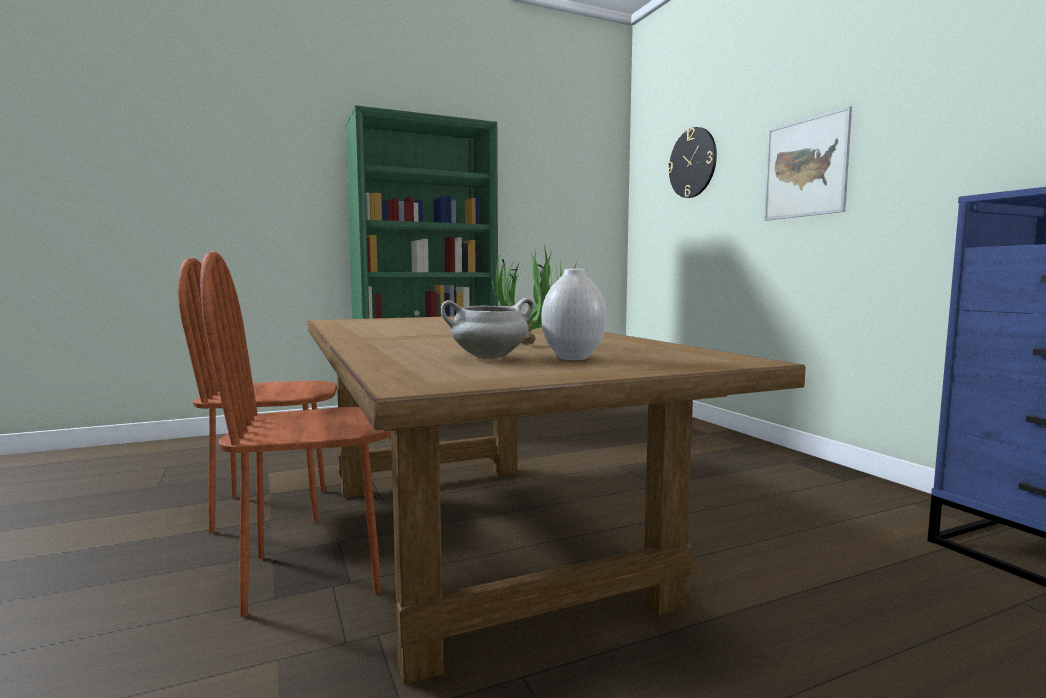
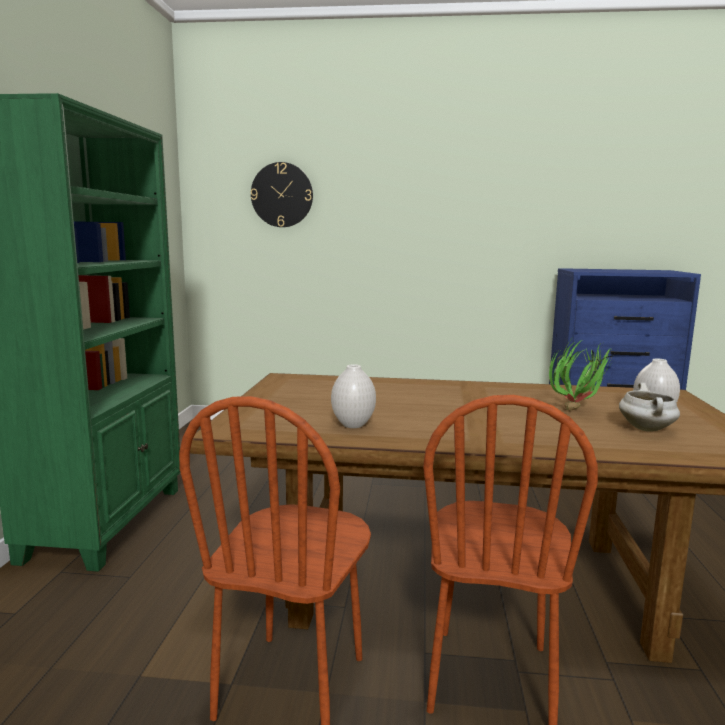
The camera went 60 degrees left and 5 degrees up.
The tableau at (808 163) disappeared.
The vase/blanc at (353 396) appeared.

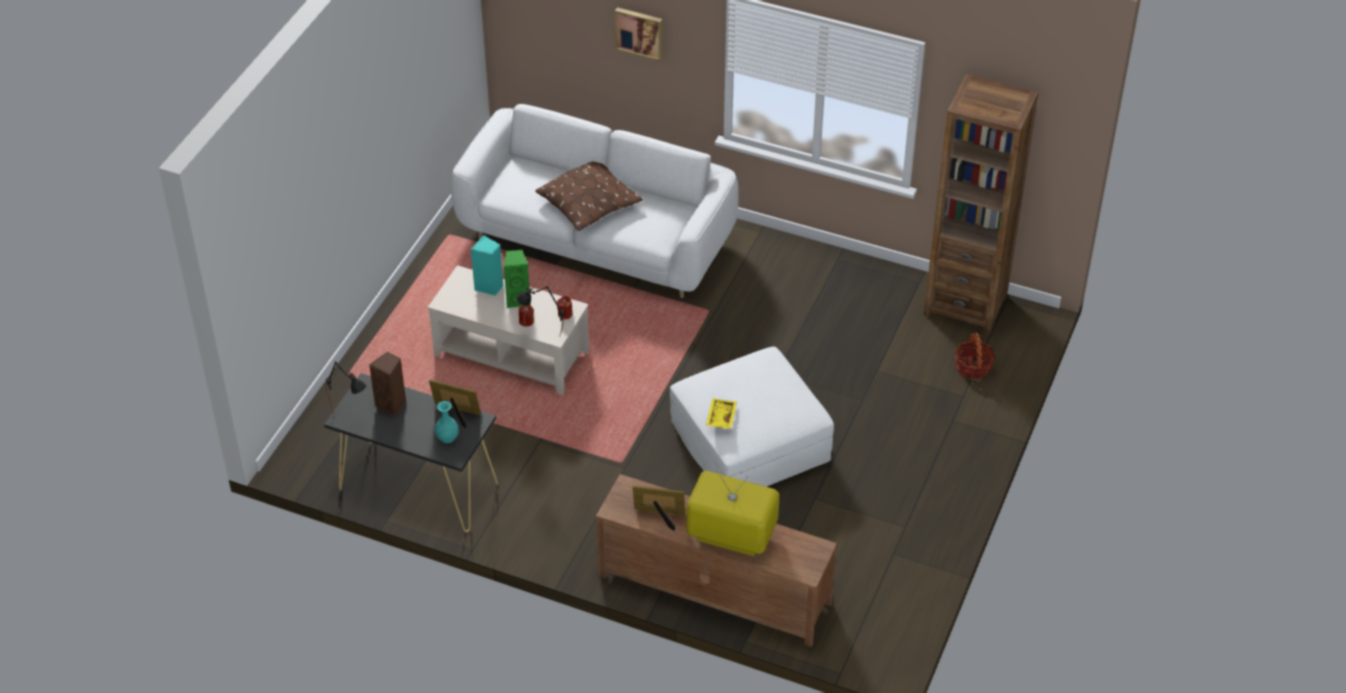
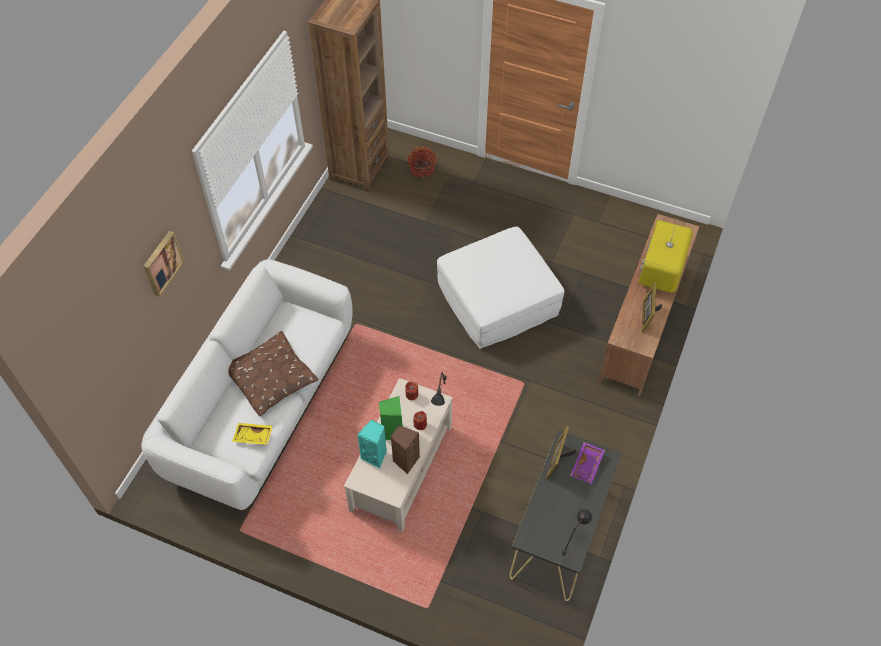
The camera went 90 degrees left and 10 degrees up.
The enceinte/marron moved from (387 384) to (405 450).
The plateau/jaune moved from (721 413) to (252 434).
The vase/turquoise at (447 422) was replaced by the plateau/violet at (587 463).

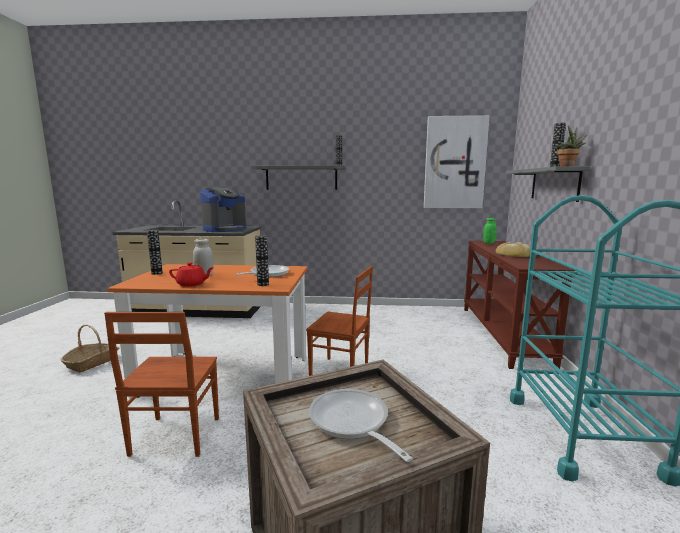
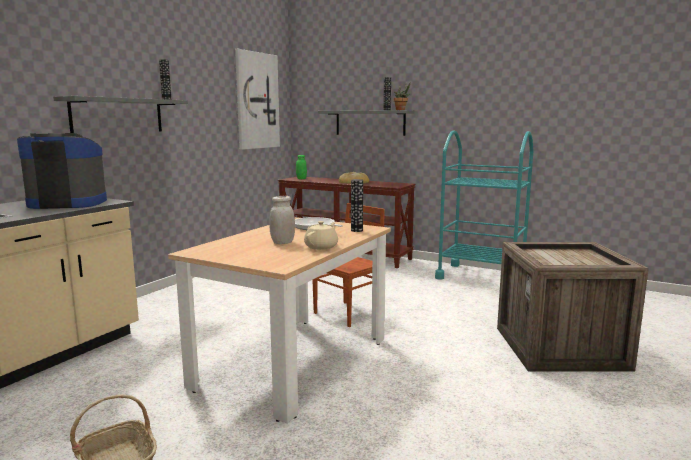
The camera went 65 degrees left and 0 degrees up.
The chaise/marron at (161 384) disappeared.
The vase at (155 252) disappeared.
The poêle at (361 425) disappeared.
The table à manger/orange at (207 331) became the table à manger/beige at (279 320).
The théière/rouge at (191 274) became the théière/beige at (321 235).
The machine à café at (223 210) turned 75 degrees counterclockwise.

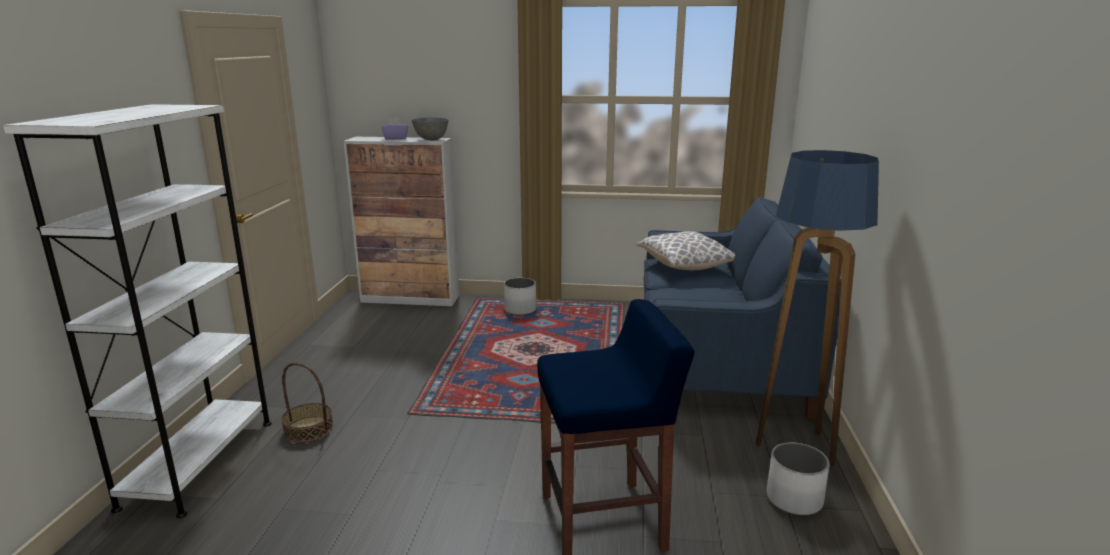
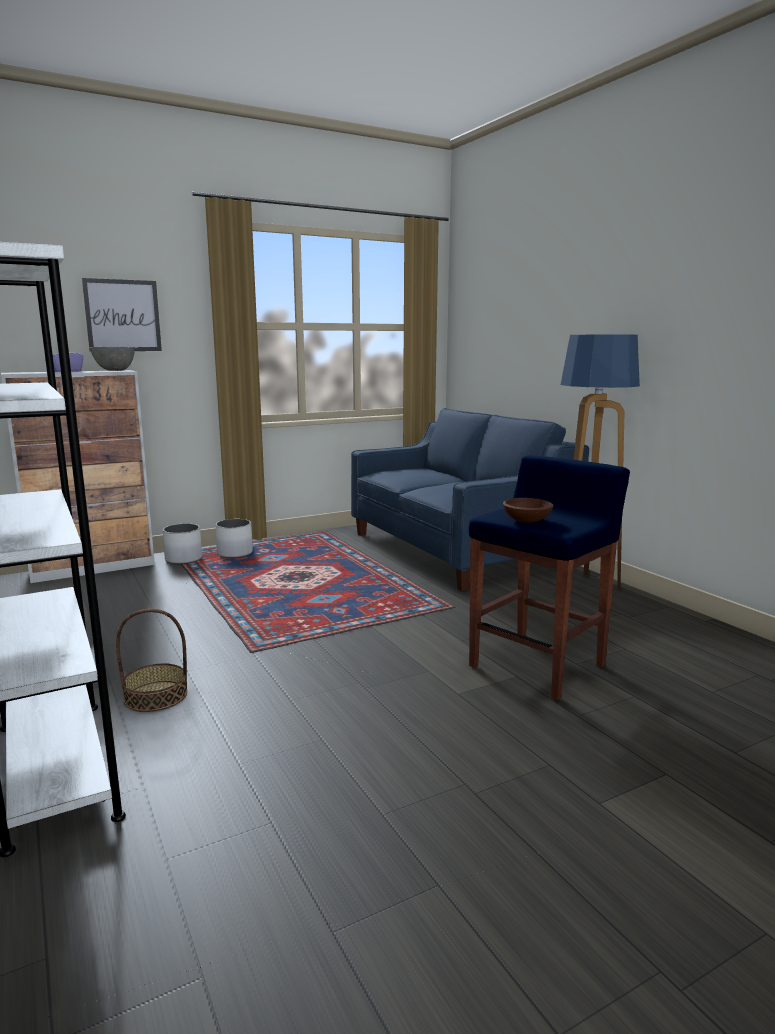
The camera went 35 degrees left and 5 degrees down.
The coussin at (685 250) disappeared.
The tableau at (122 314) appeared.
The bol/marron at (528 510) appeared.
The cache-pot/blanc moved from (798 479) to (182 544).

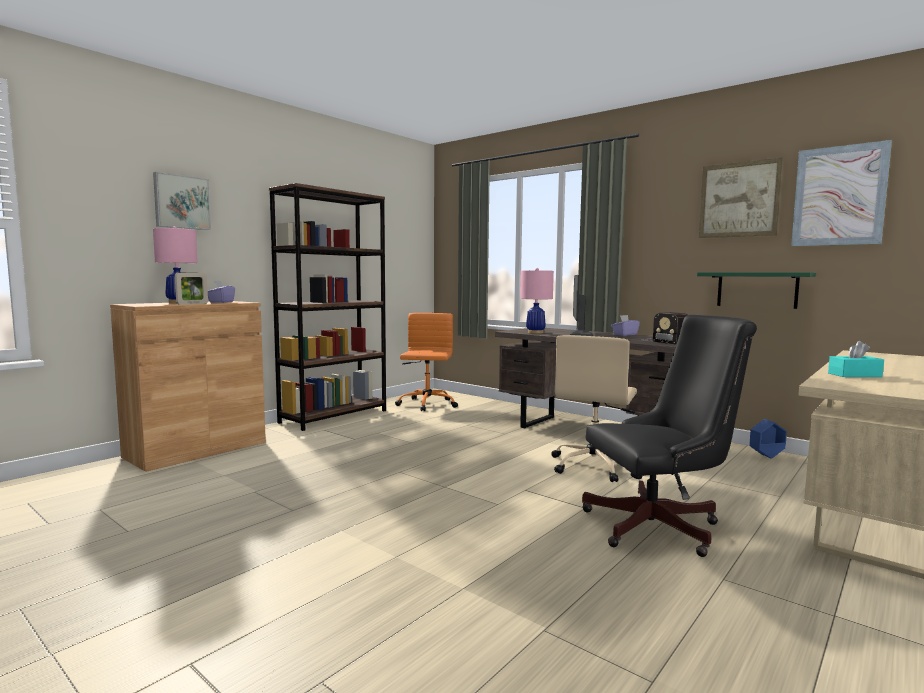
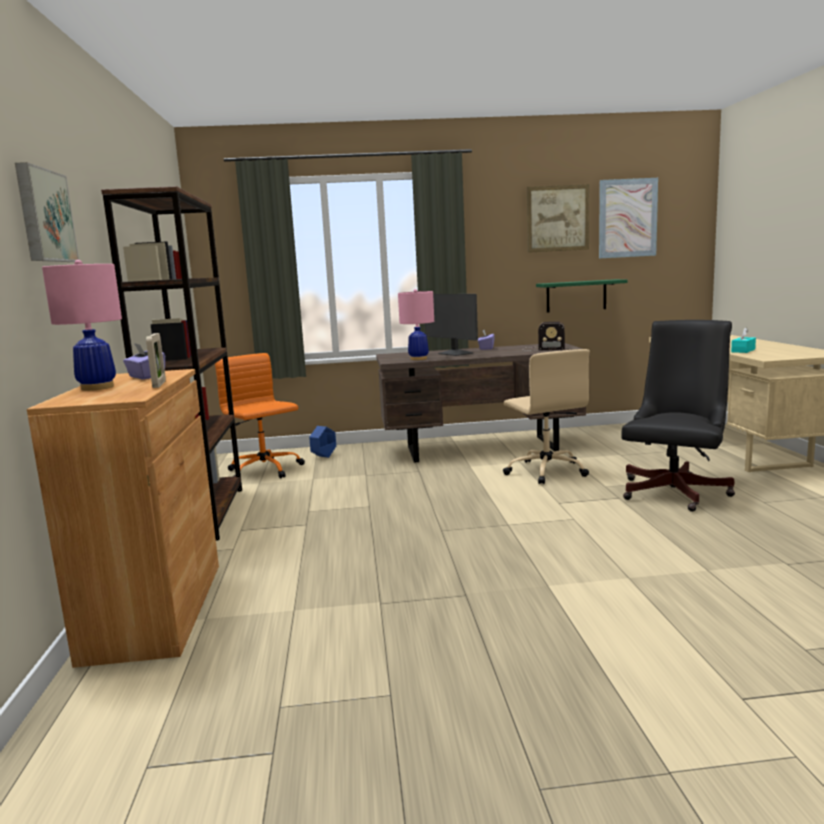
The camera went 45 degrees left and 5 degrees up.
The cache-pot/bleu moved from (768 439) to (322 442).

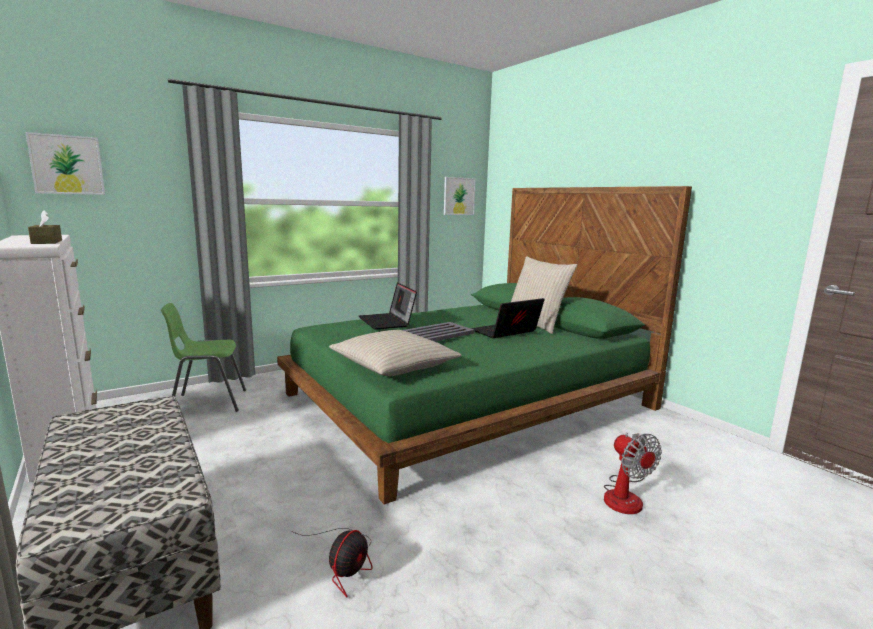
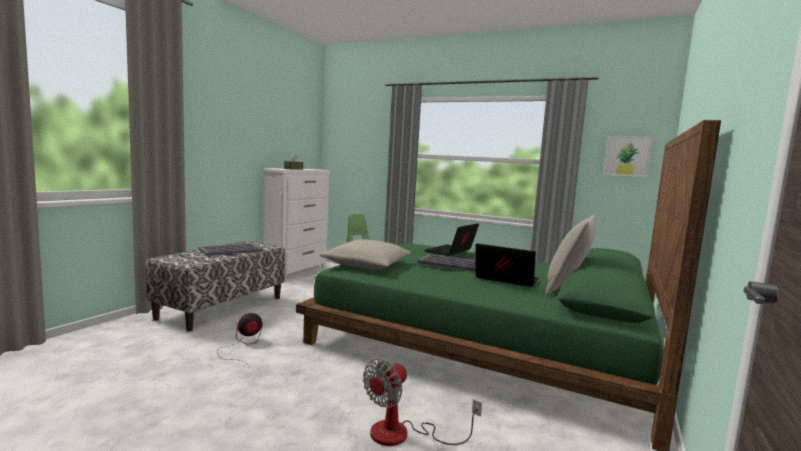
The camera went 60 degrees right and 5 degrees down.
The tableau at (65 163) disappeared.
The plateau/gris at (230 249) appeared.
The ventilateur at (332 563) turned 150 degrees clockwise.

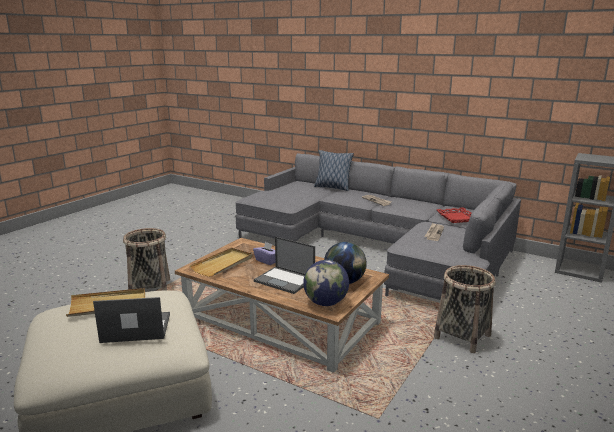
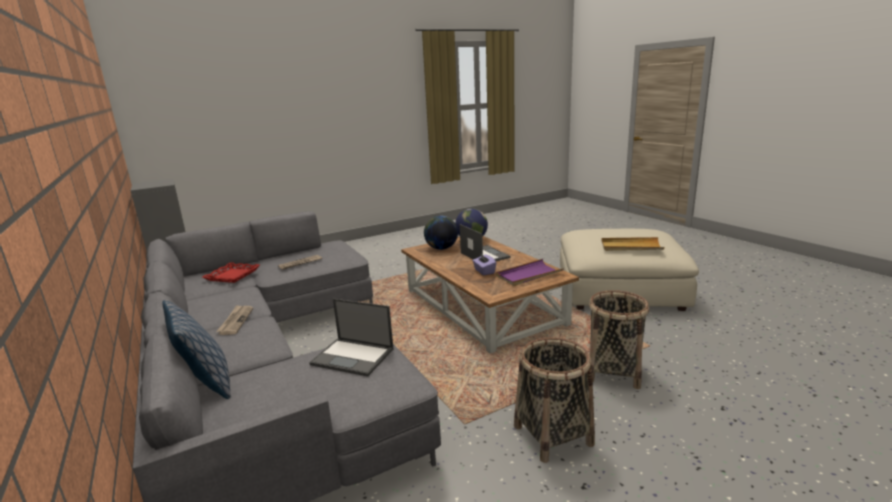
The camera went 150 degrees left and 0 degrees up.
The ordinateur portable moved from (131 320) to (351 338).
The panier moved from (464 309) to (554 400).
The plateau/beige at (221 262) became the plateau/violet at (530 272).

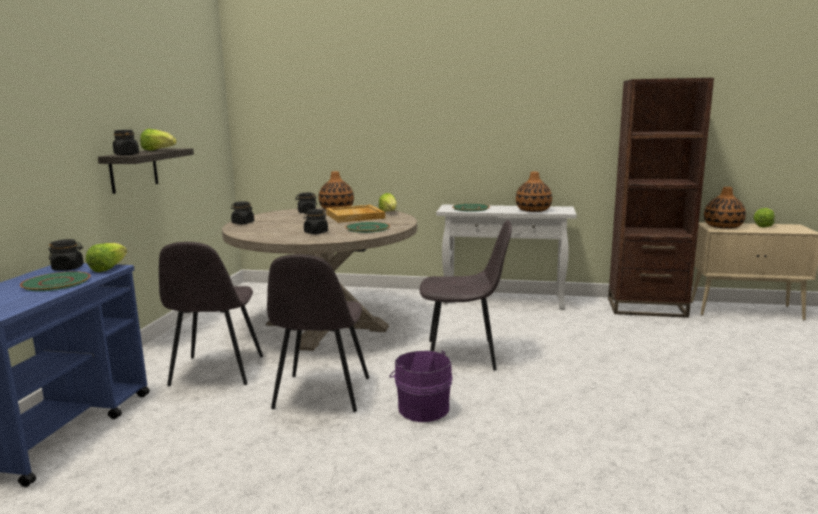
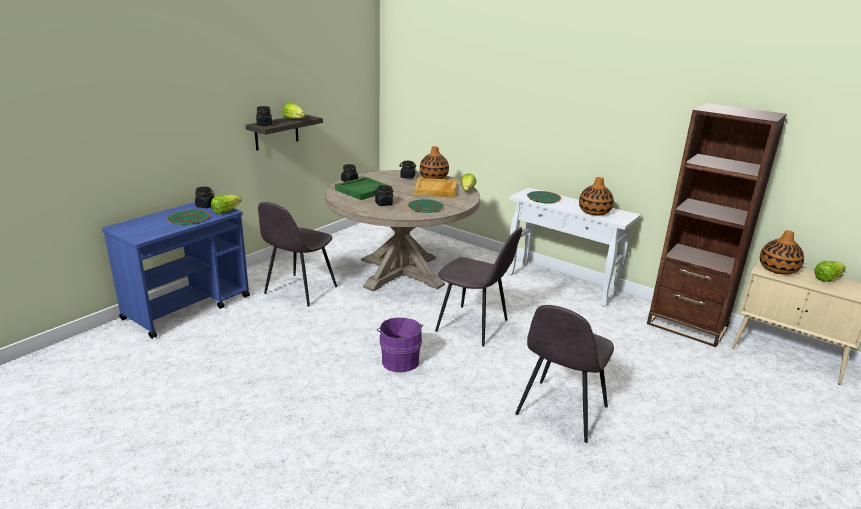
The camera went 25 degrees right and 10 degrees up.
The plateau/vert at (363 188) appeared.
The chaise/gris moved from (318 333) to (564 374).

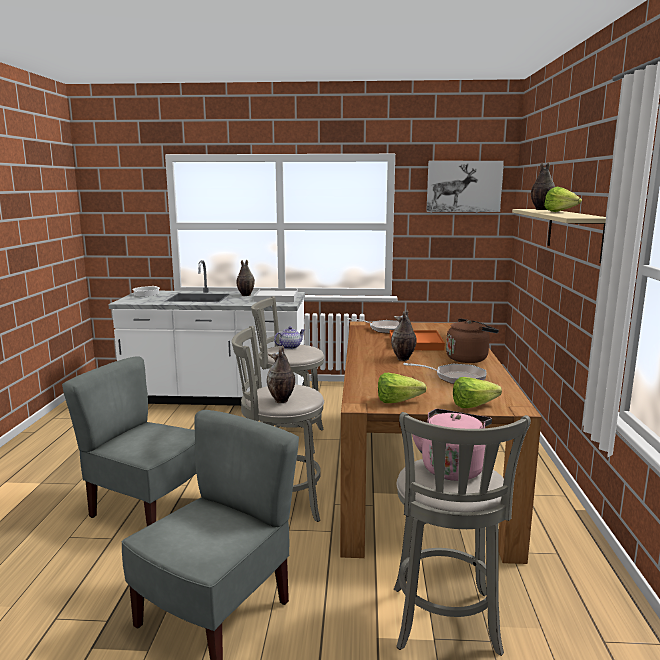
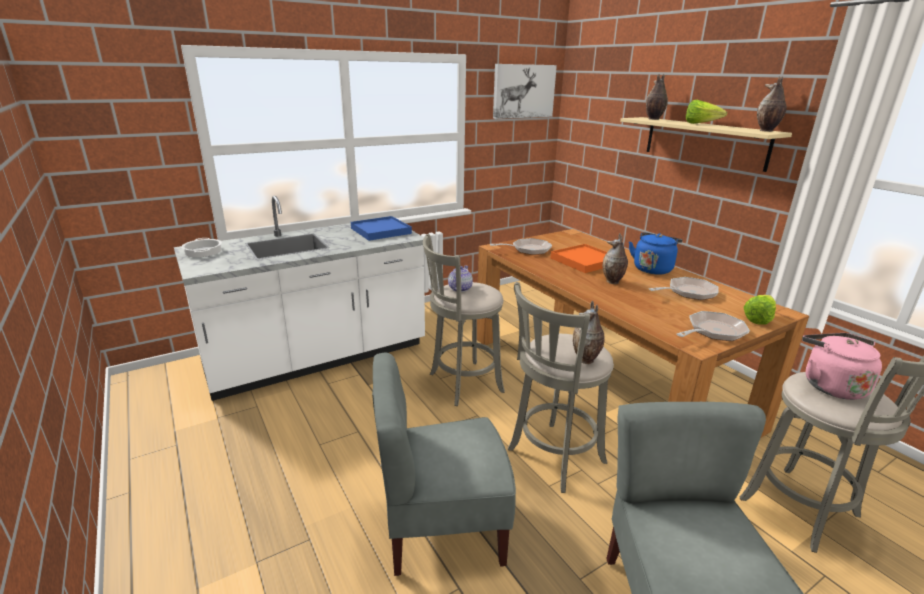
The camera went 35 degrees left and 10 degrees up.
The vase moved from (245 278) to (772 104).
The laitue at (402 388) was replaced by the poêle at (713 326).
The plateau/blanc at (276 295) became the plateau/bleu at (381 228).
The bouilloire/marron at (472 340) became the bouilloire/bleu at (656 253).

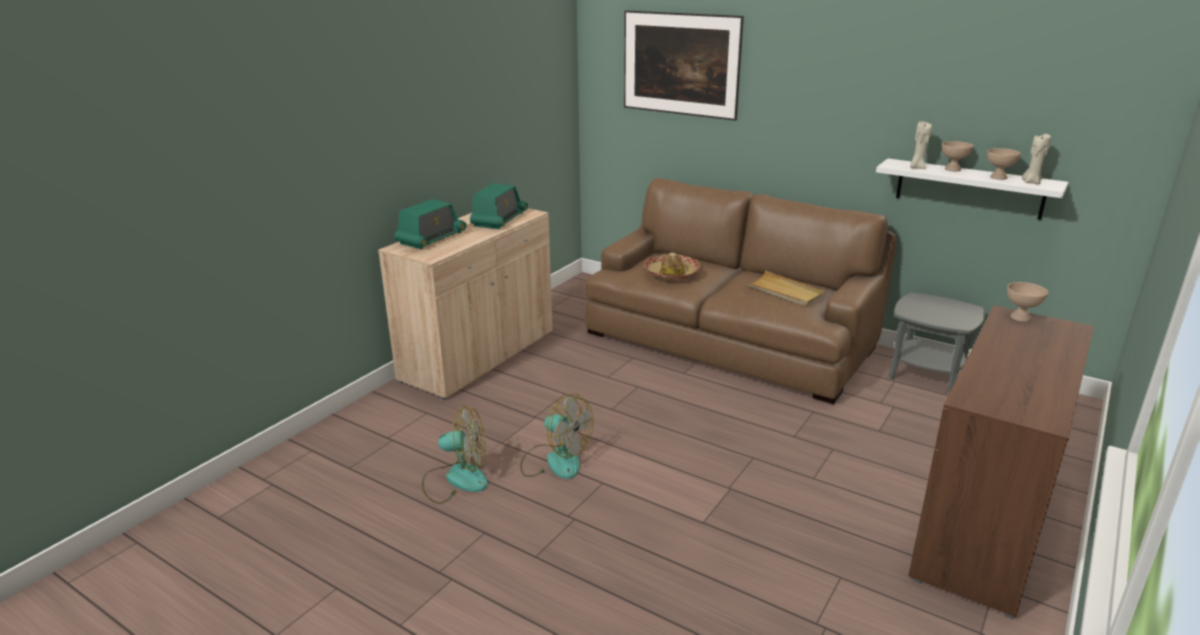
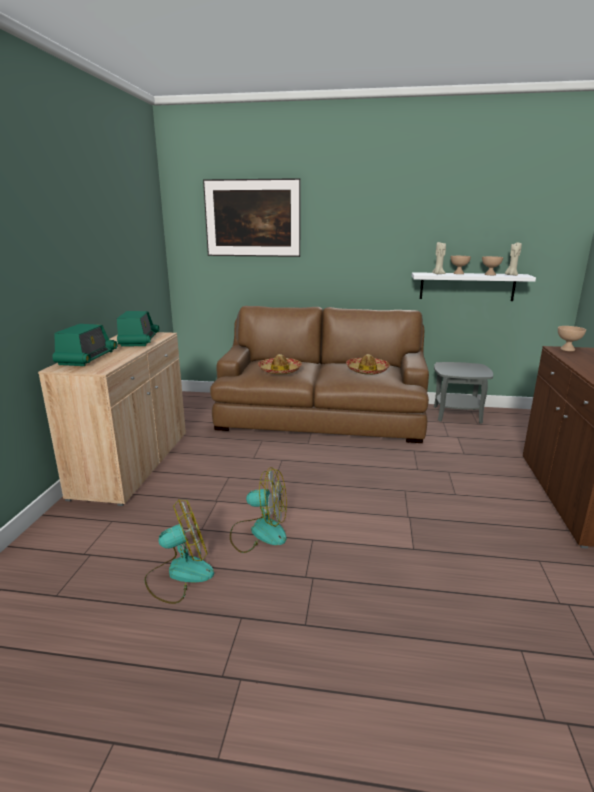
The camera went 25 degrees left and 5 degrees down.
The plateau/beige at (785 288) was replaced by the chapeau at (368 364).

